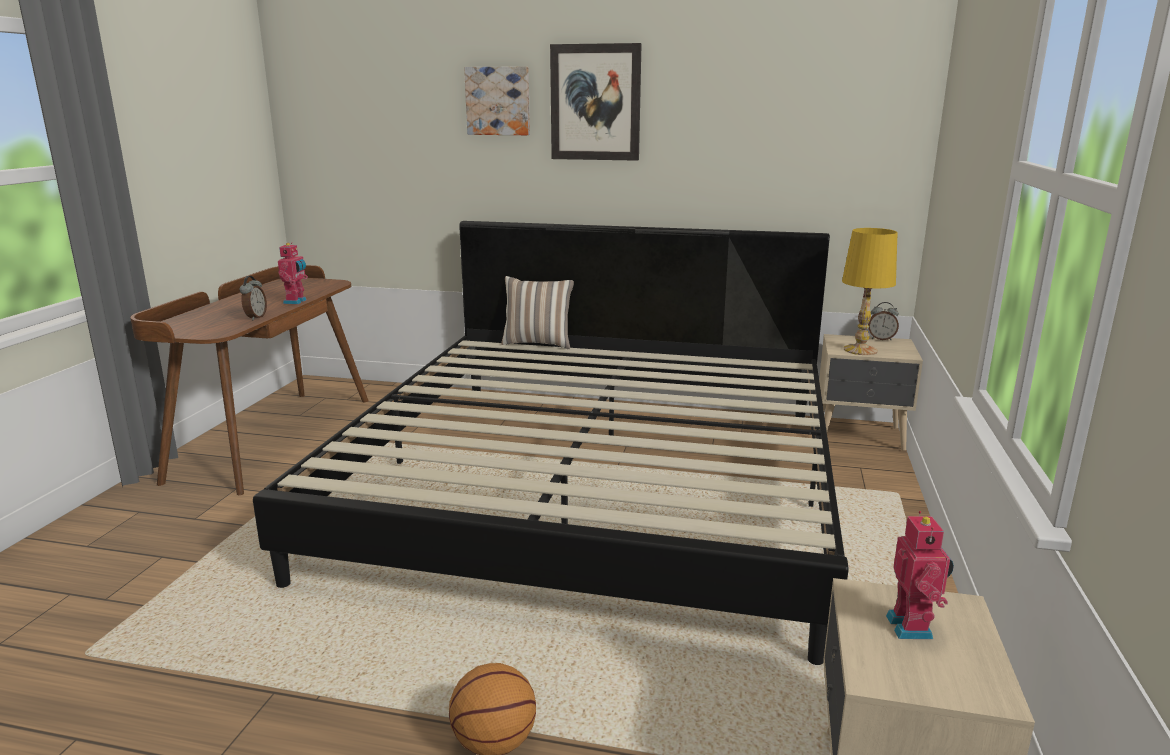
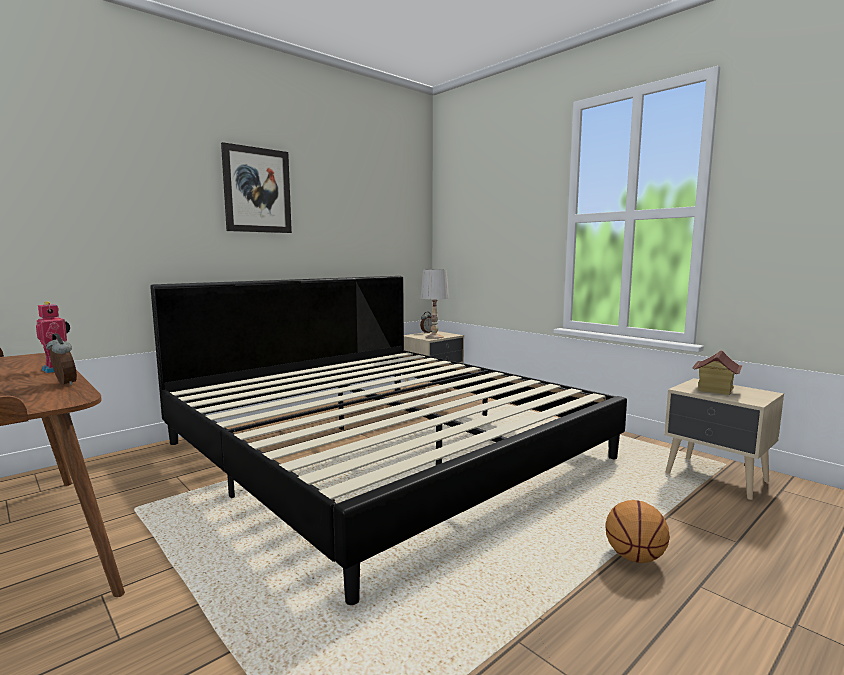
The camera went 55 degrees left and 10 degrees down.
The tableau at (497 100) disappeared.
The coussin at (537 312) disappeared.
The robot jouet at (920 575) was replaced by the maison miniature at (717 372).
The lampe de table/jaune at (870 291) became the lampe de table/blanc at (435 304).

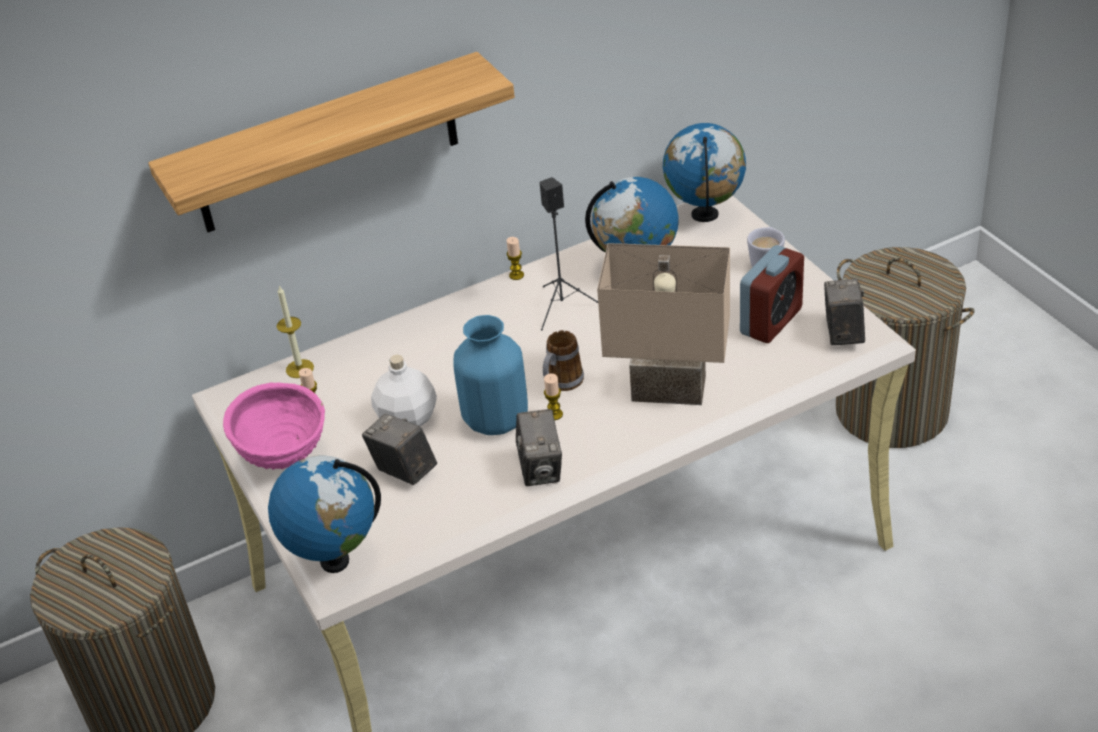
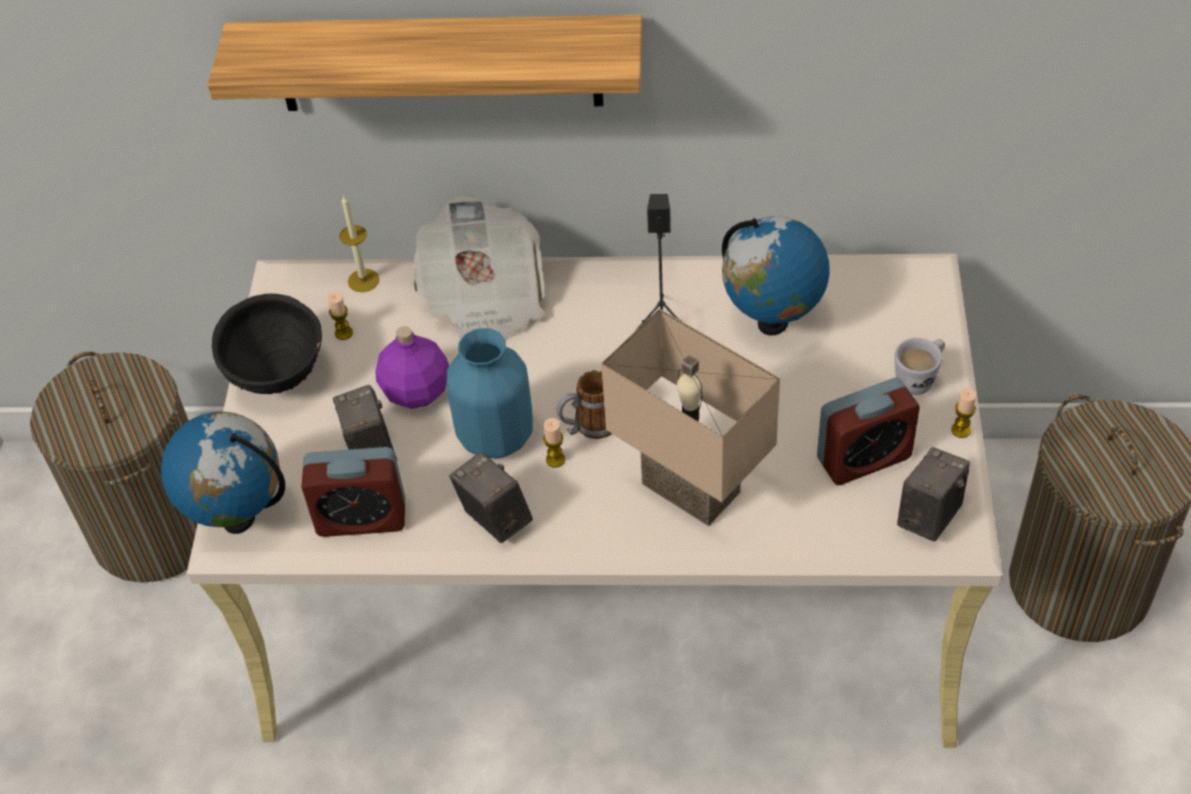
The camera went 30 degrees right and 10 degrees up.
The globe at (704 172) disappeared.
The réveil at (353 492) appeared.
The journal at (478 267) appeared.
The bougie moved from (515 258) to (963 413).
The bol/rose at (274 426) became the bol/noir at (267 344).
The bouteille/blanc at (404 390) became the bouteille/violet at (412 367).
The appareil photo at (539 447) turned 120 degrees clockwise.

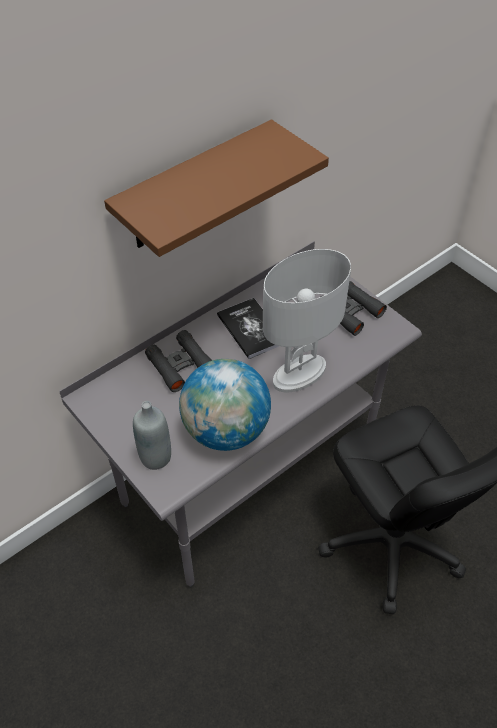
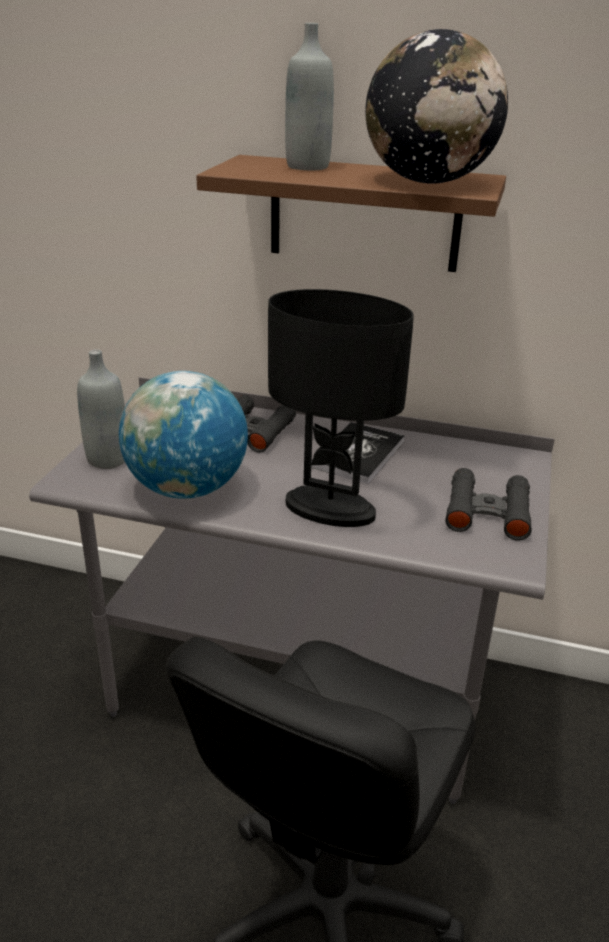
The camera went 55 degrees right and 20 degrees down.
The bouteille/gris at (309 96) appeared.
The globe at (436 106) appeared.
The lampe de table/blanc at (307 320) became the lampe de table/noir at (341 408).

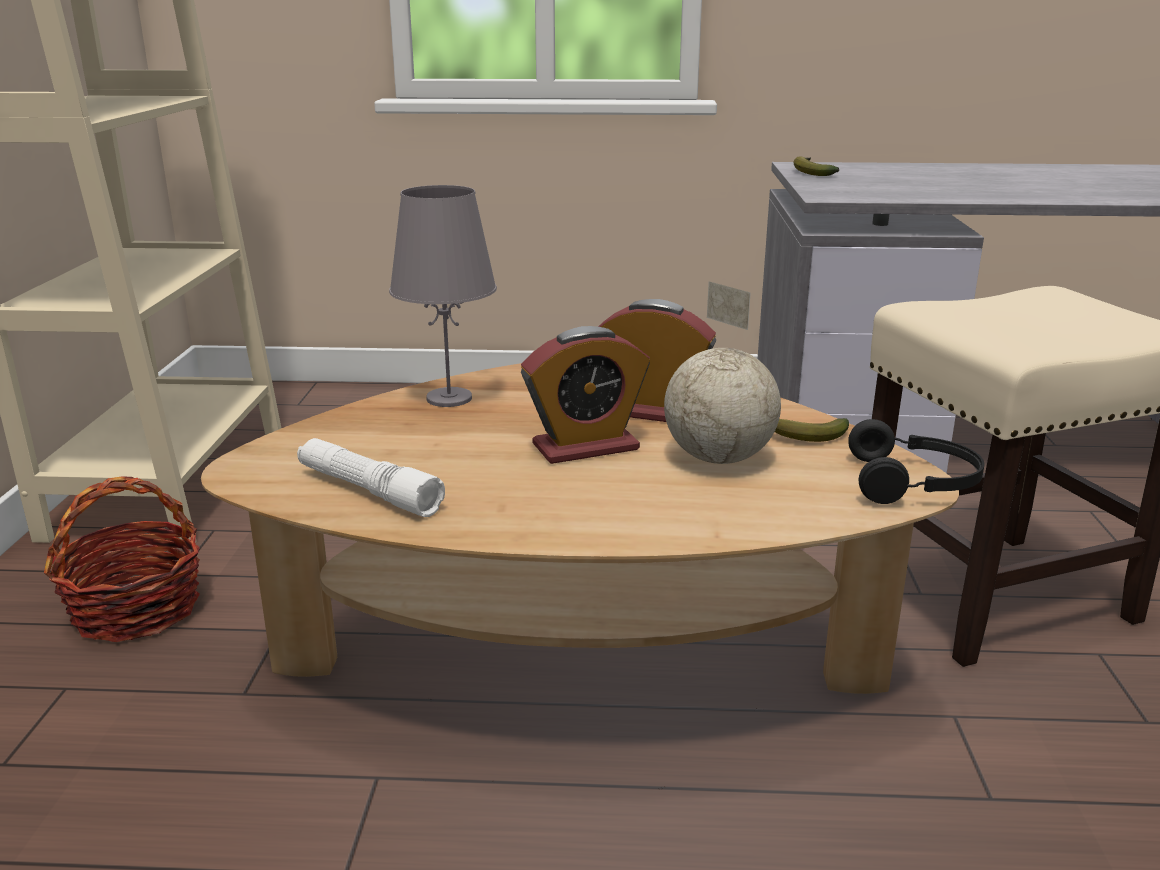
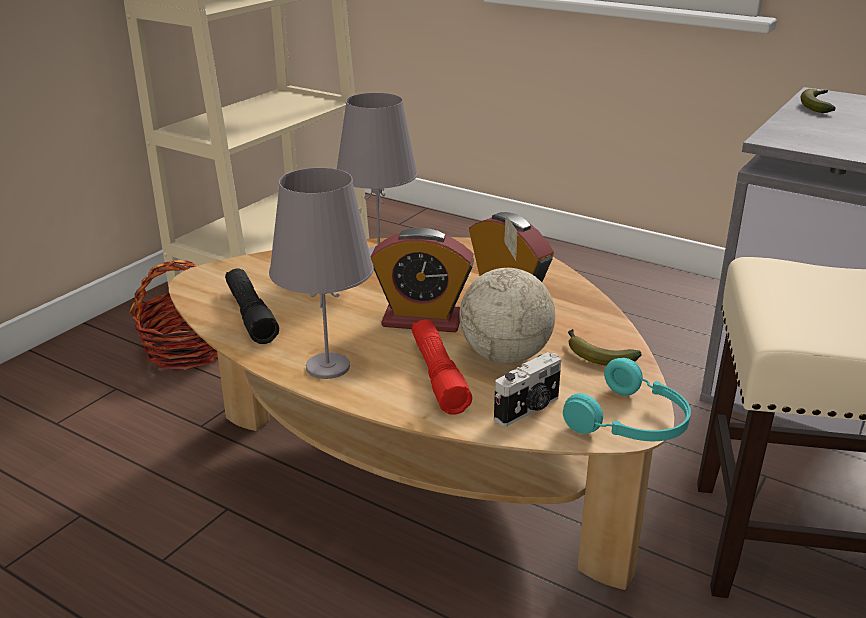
The camera went 30 degrees right and 5 degrees up.
The lampe de table/gris at (321 273) appeared.
The lampe de poche/rouge at (442 367) appeared.
The appareil photo at (527 389) appeared.
The lampe de poche/blanc at (371 477) became the lampe de poche/noir at (252 306).
The casque audio/noir at (916 461) became the casque audio/turquoise at (627 399).

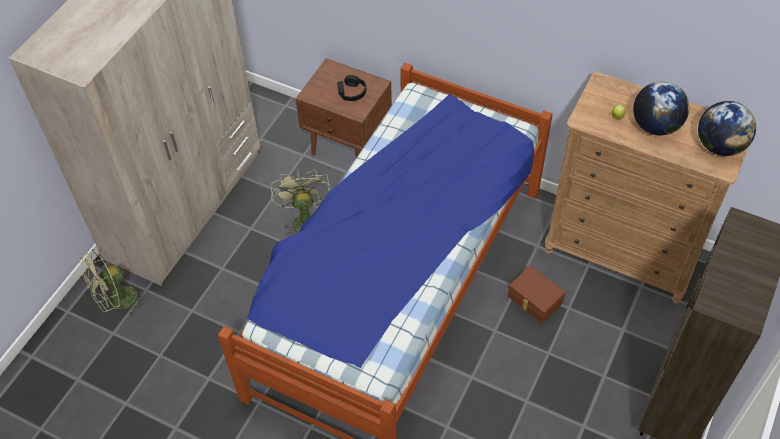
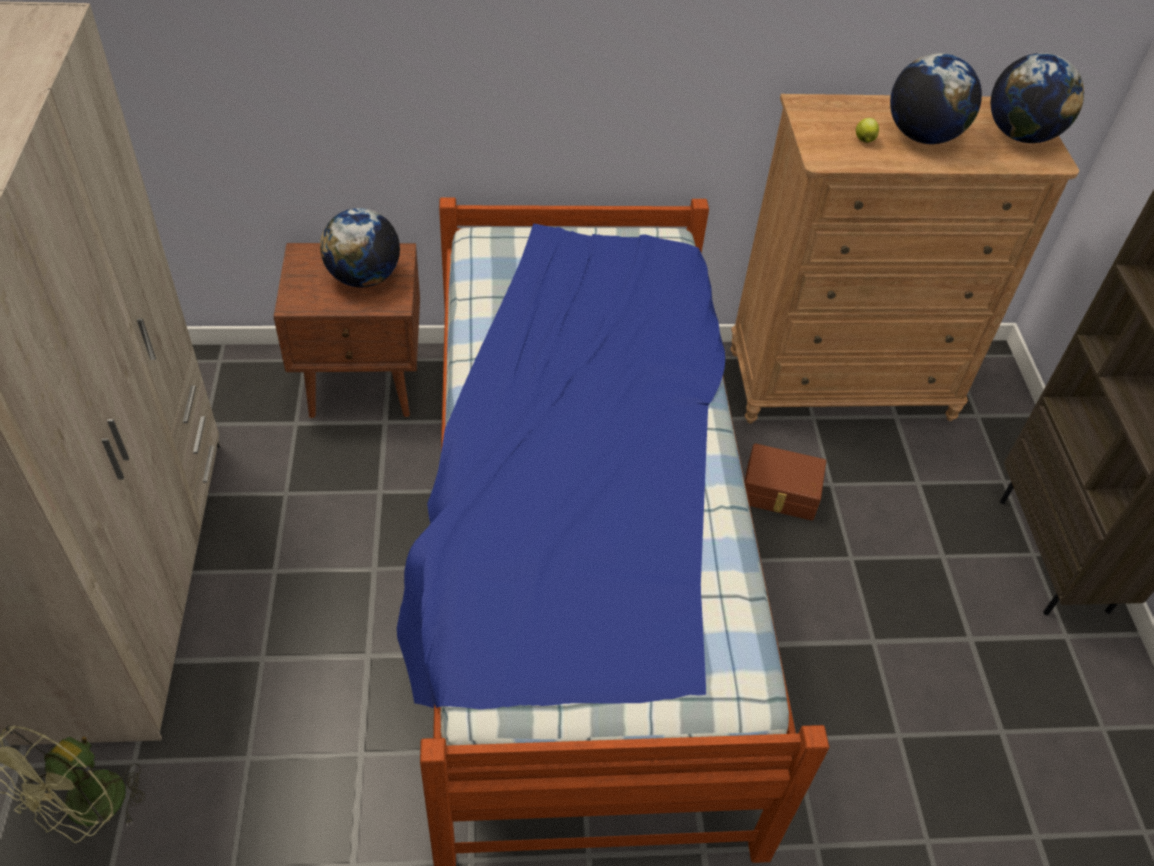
The camera went 35 degrees left and 5 degrees down.
The ventilateur/vert at (301 202) disappeared.
The casque audio/noir at (351 88) was replaced by the globe at (360 248).

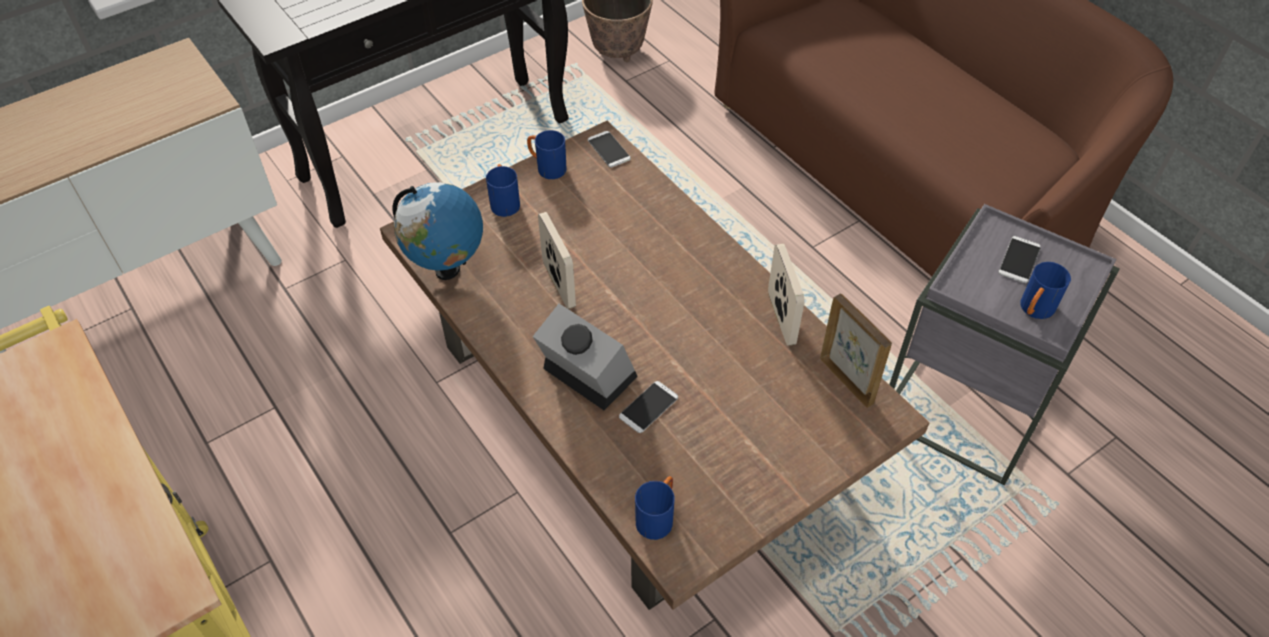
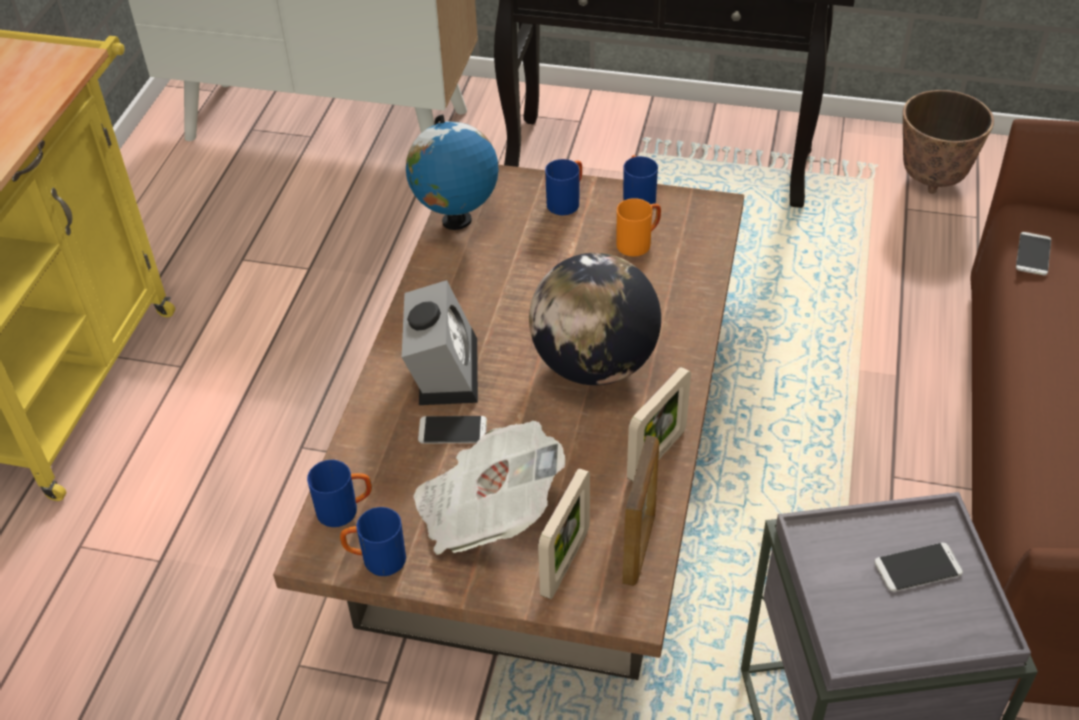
The camera went 50 degrees right and 5 degrees down.
The journal at (489 488) appeared.
The globe at (595 319) appeared.
The mug/orange at (638 227) appeared.
The cadre photo moved from (557 260) to (564 533).
The téléphone moved from (609 149) to (1033 253).
The mug/bleu moved from (1045 290) to (373 541).

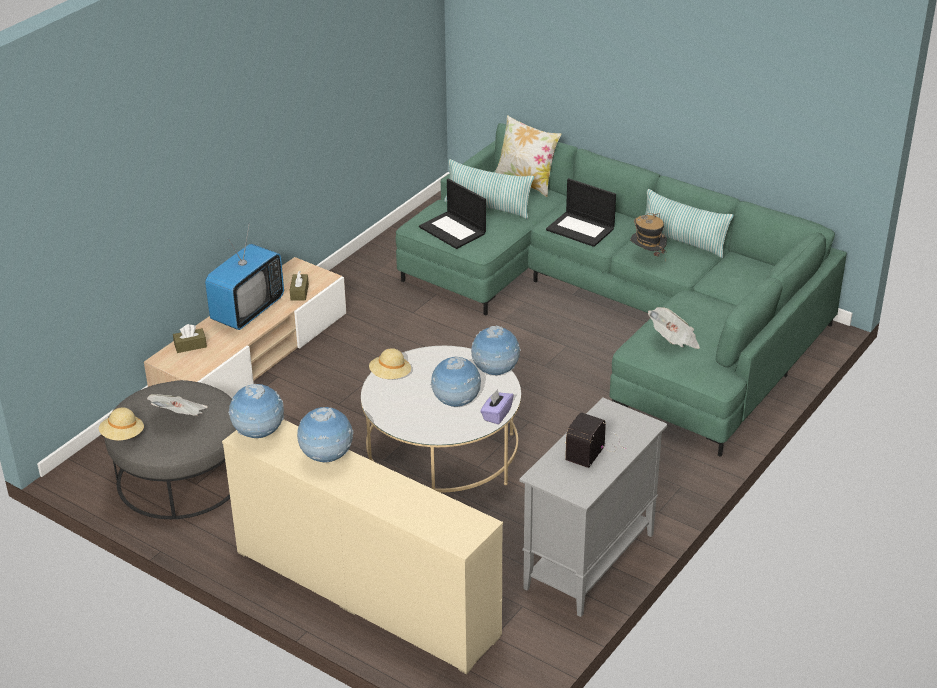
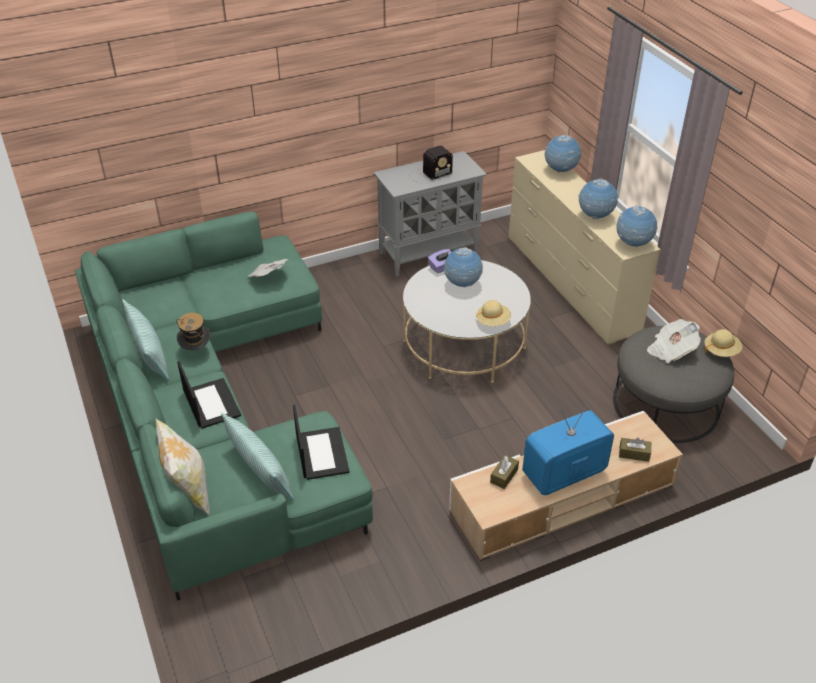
The camera went 150 degrees left and 5 degrees up.
The globe moved from (496 351) to (562 153).

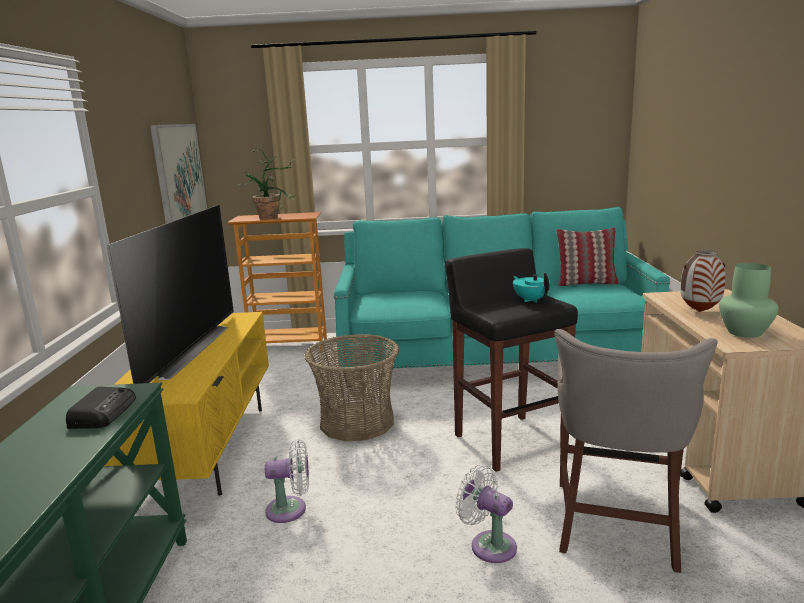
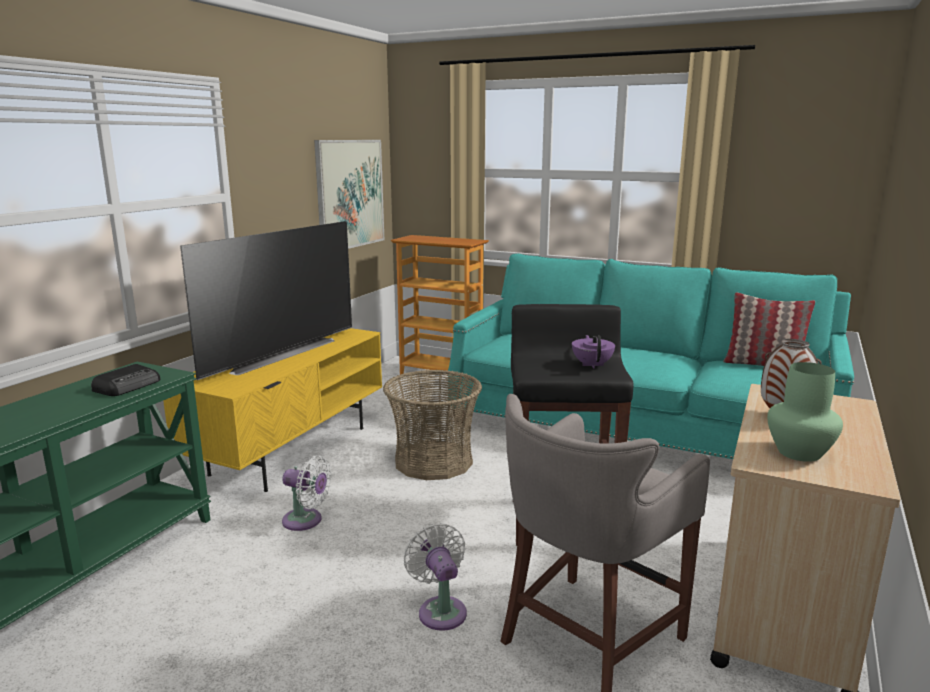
The camera went 25 degrees right and 0 degrees up.
The plante en pot at (267 185) disappeared.
The théière/turquoise at (531 288) became the théière/violet at (593 352).

